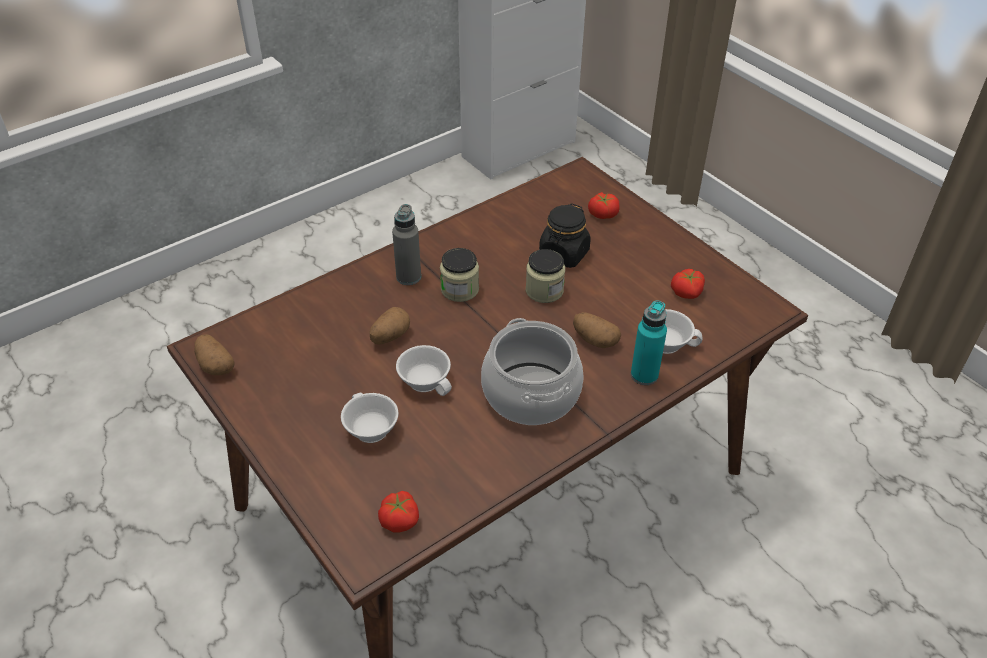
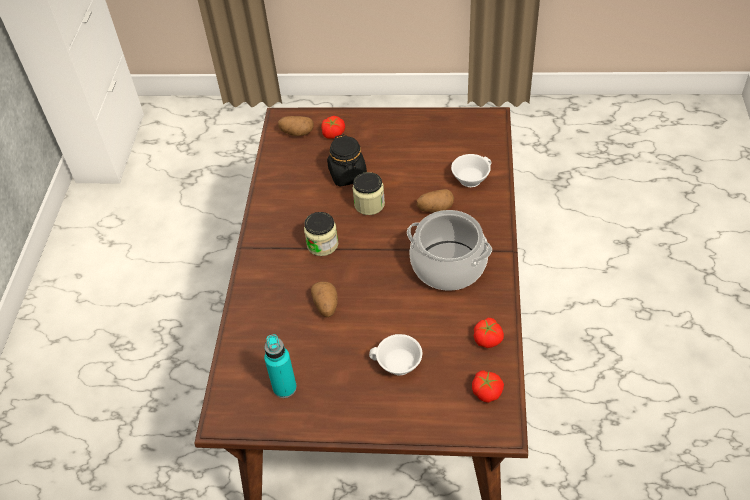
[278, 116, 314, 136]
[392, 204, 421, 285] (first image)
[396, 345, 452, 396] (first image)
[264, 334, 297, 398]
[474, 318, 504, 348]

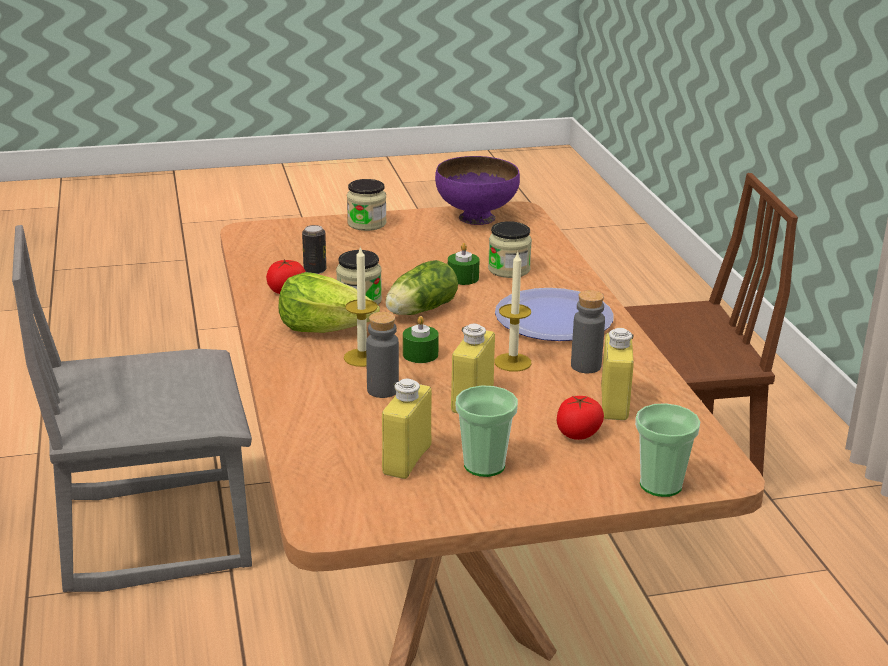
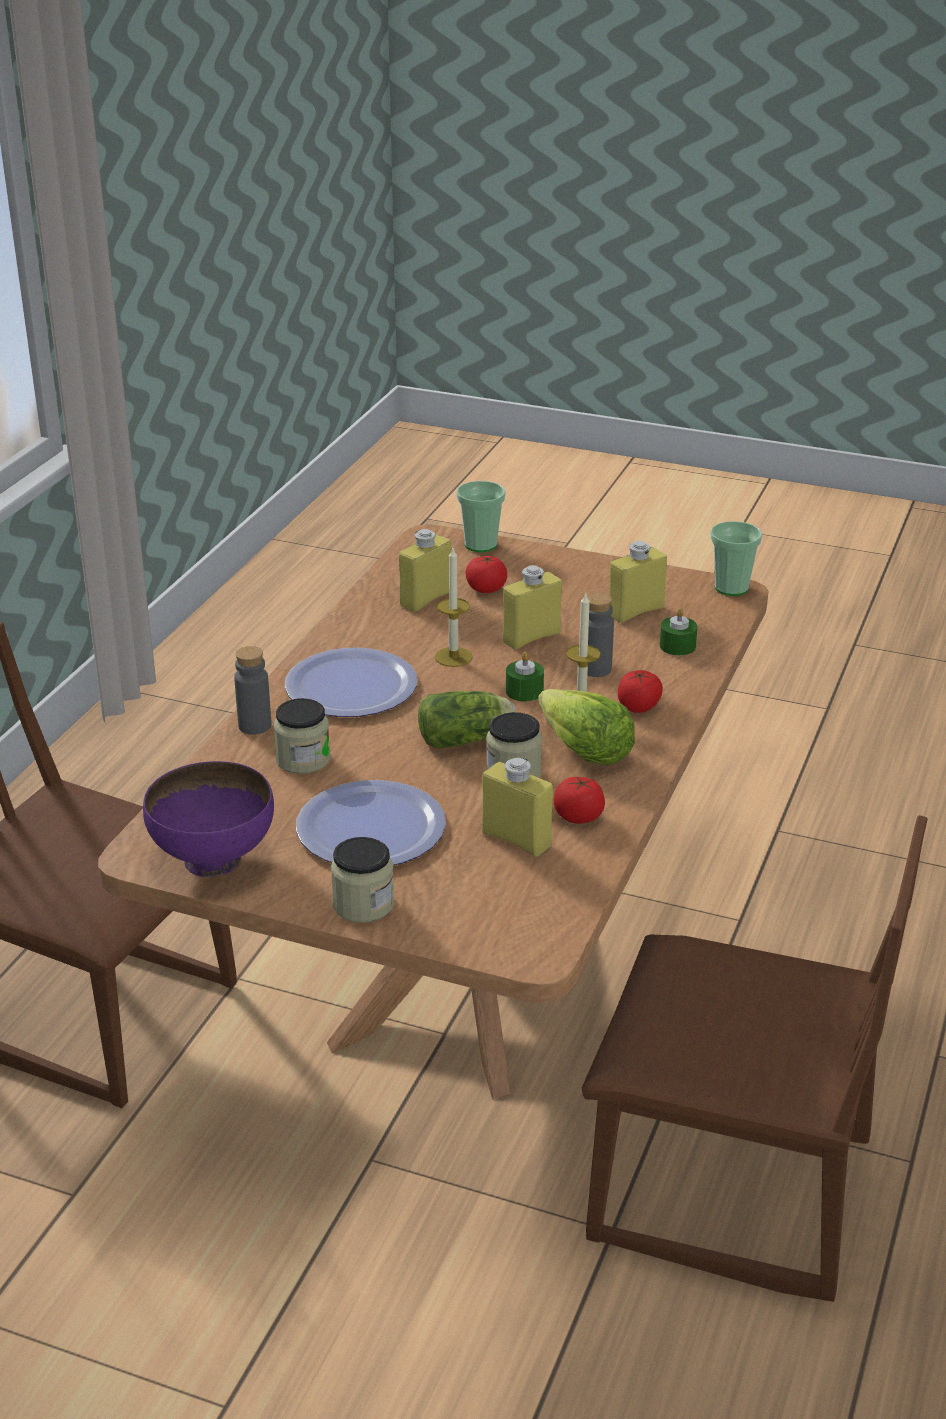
[582, 815, 928, 1302]
[482, 758, 553, 857]
[660, 608, 697, 656]
[710, 521, 762, 596]
[234, 646, 271, 735]
[296, 780, 446, 865]
[618, 670, 663, 713]

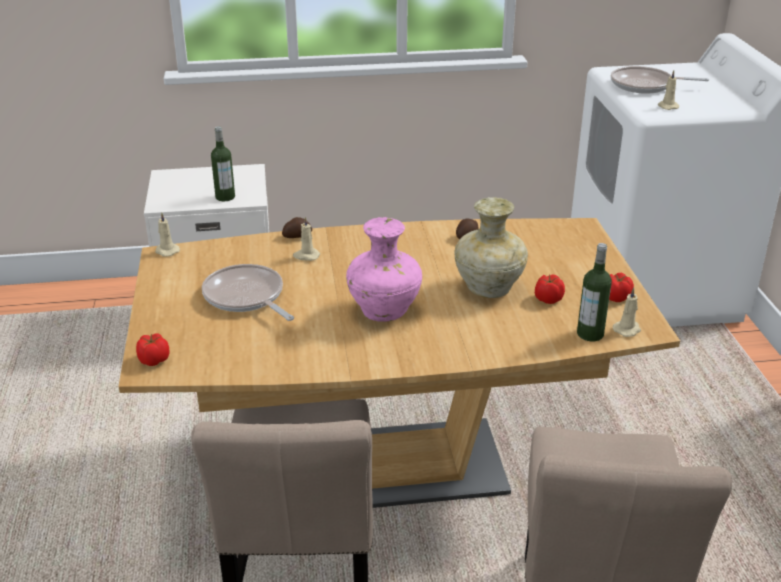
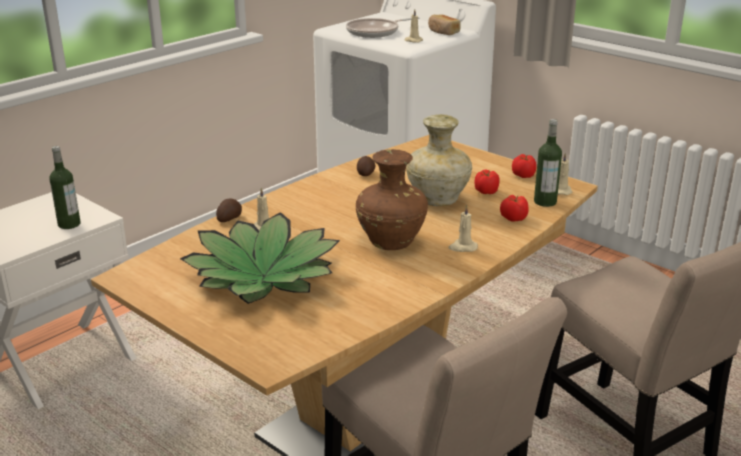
[500, 195, 529, 222]
[448, 205, 478, 252]
[180, 212, 340, 304]
[356, 149, 428, 250]
[428, 15, 461, 35]

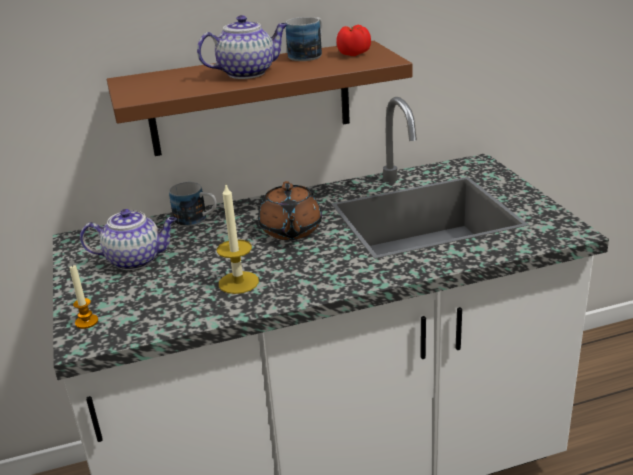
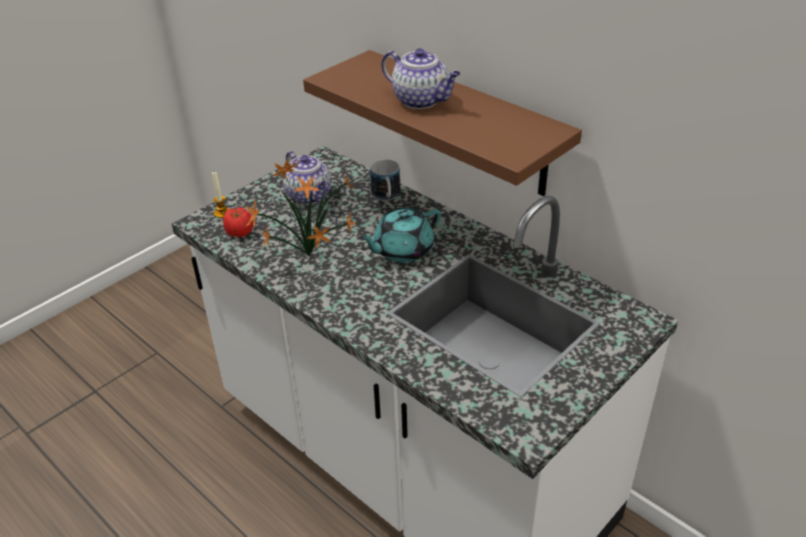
[245, 160, 356, 256]
[359, 207, 441, 262]
[286, 17, 323, 61] (first image)
[223, 207, 253, 237]

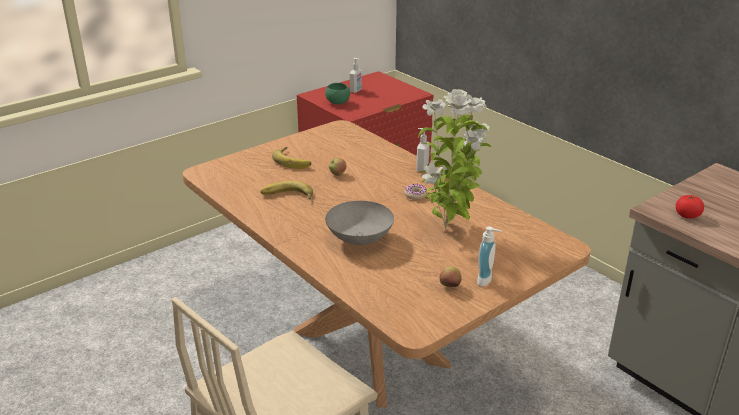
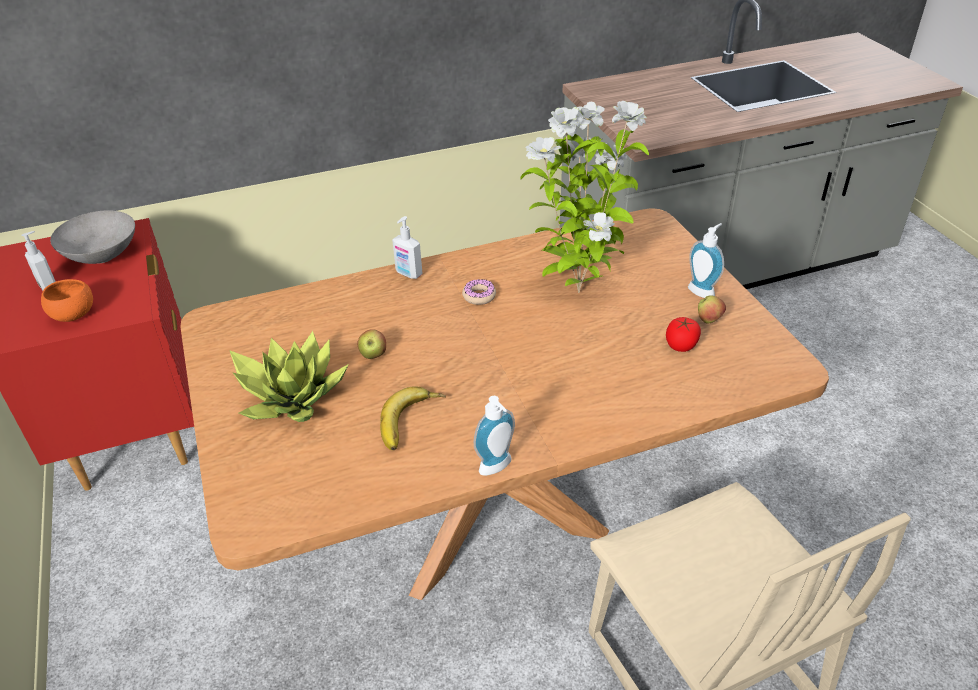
[229, 331, 349, 422]
[41, 279, 93, 322]
[50, 210, 135, 264]
[666, 317, 701, 352]
[474, 396, 515, 476]

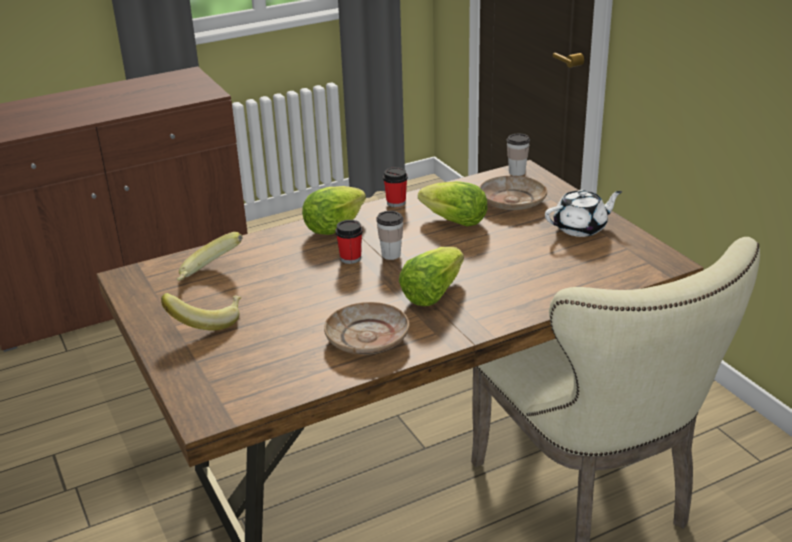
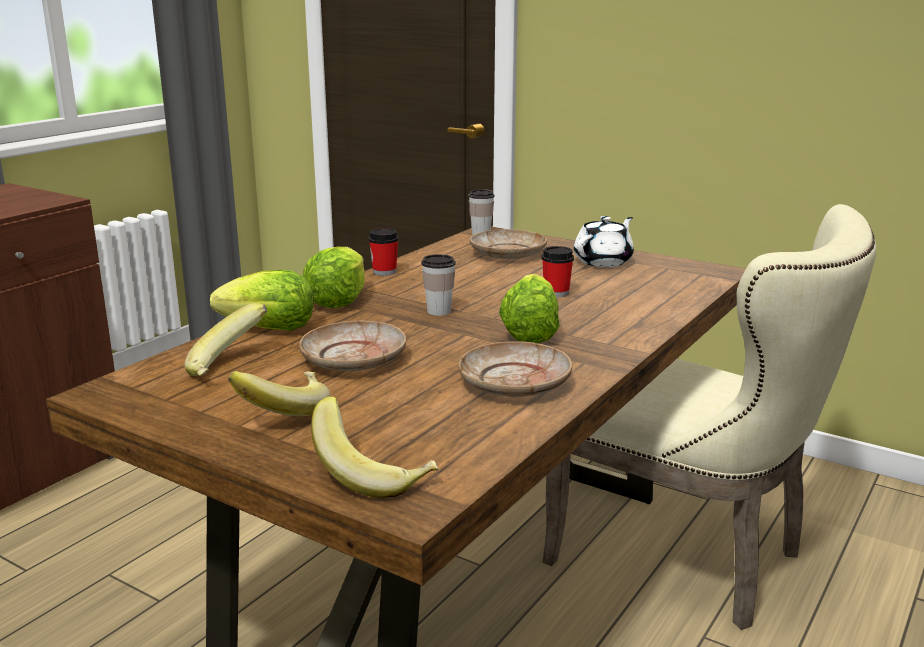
[541, 246, 574, 297]
[210, 270, 314, 331]
[299, 321, 406, 371]
[311, 396, 439, 498]

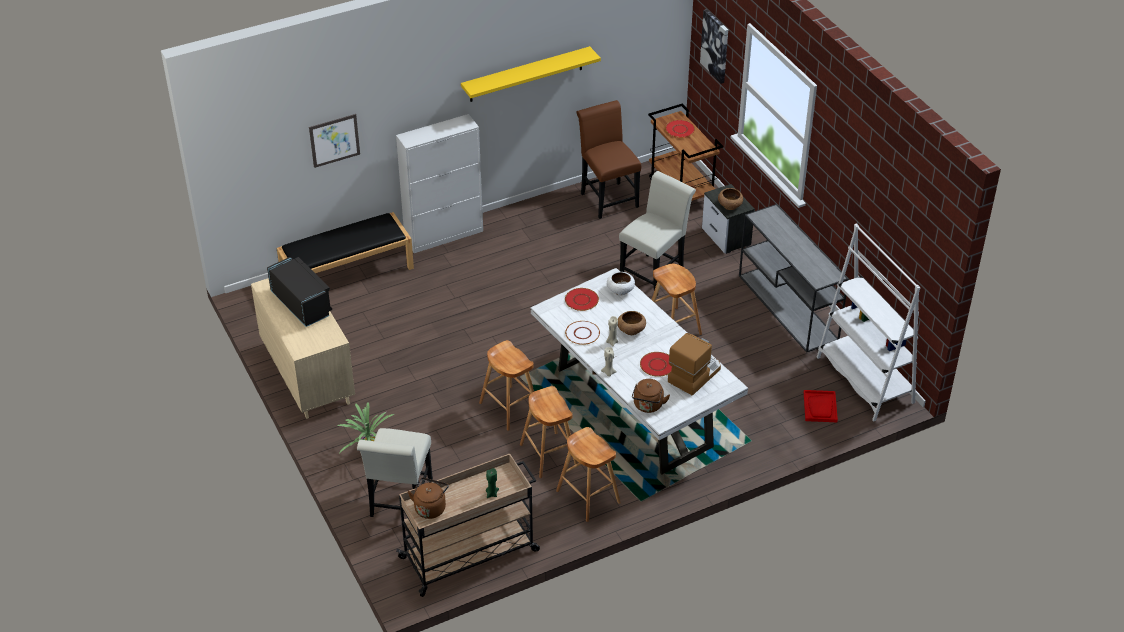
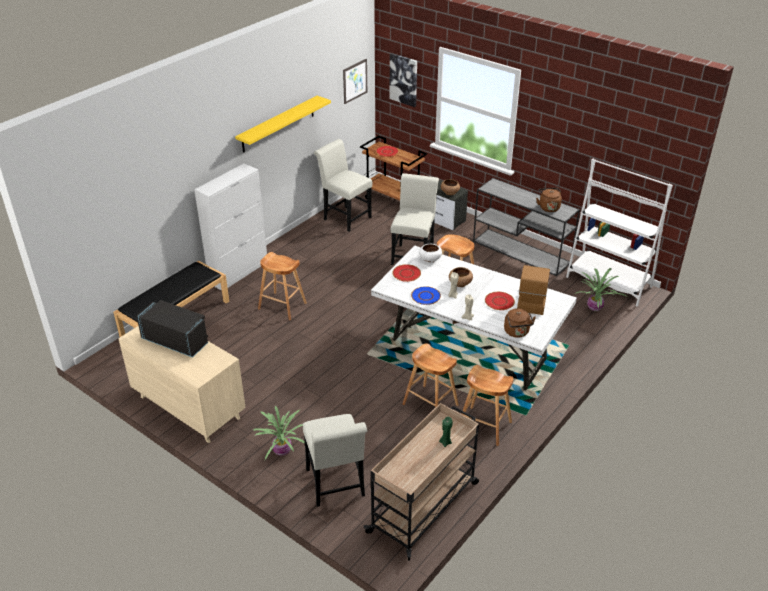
[343, 59, 367, 104]
[536, 188, 562, 212]
[258, 252, 307, 320]
[411, 286, 441, 305]
[314, 139, 372, 232]
[575, 268, 627, 311]

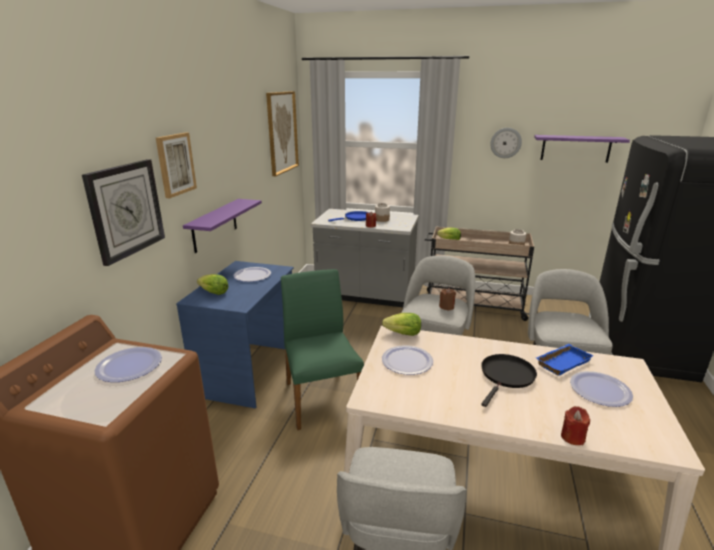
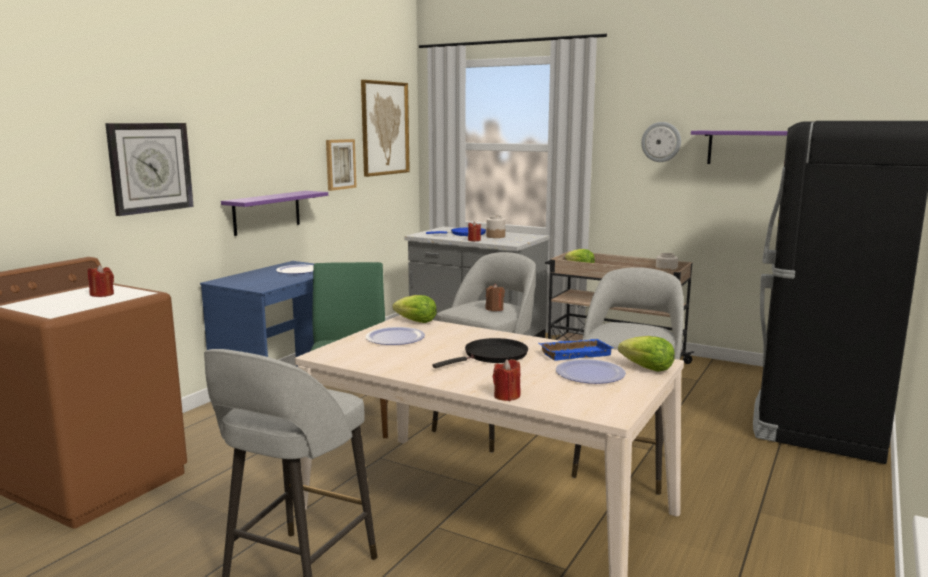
[88, 265, 114, 297]
[326, 139, 357, 191]
[618, 336, 675, 372]

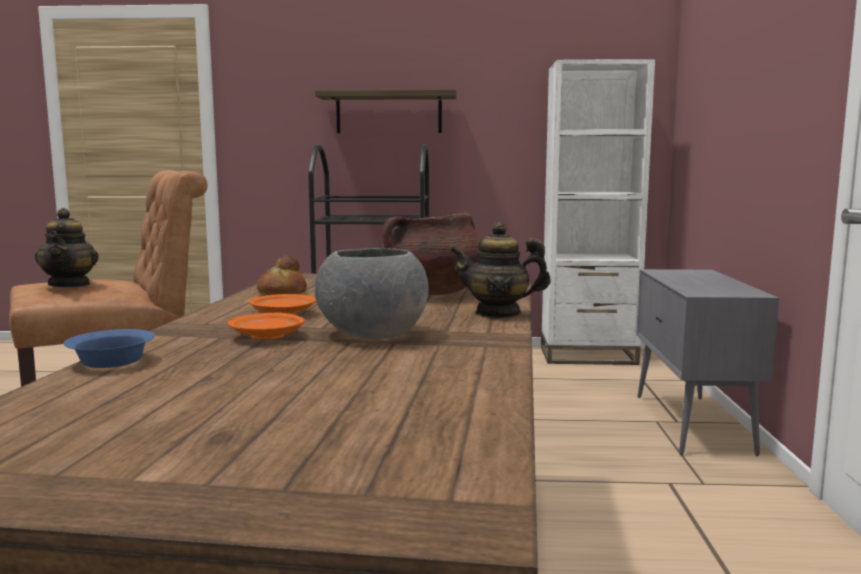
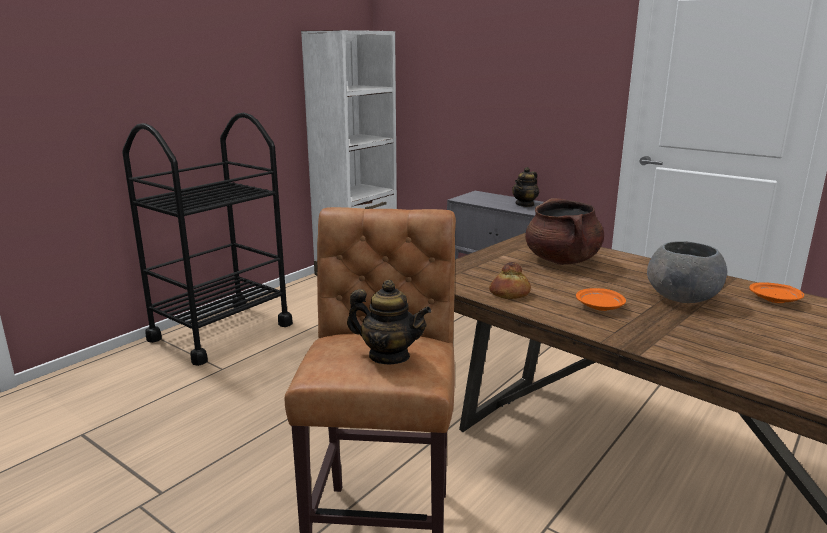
[63, 329, 155, 368] (first image)
[749, 282, 804, 303]
[315, 89, 457, 133] (first image)
[512, 167, 539, 207]

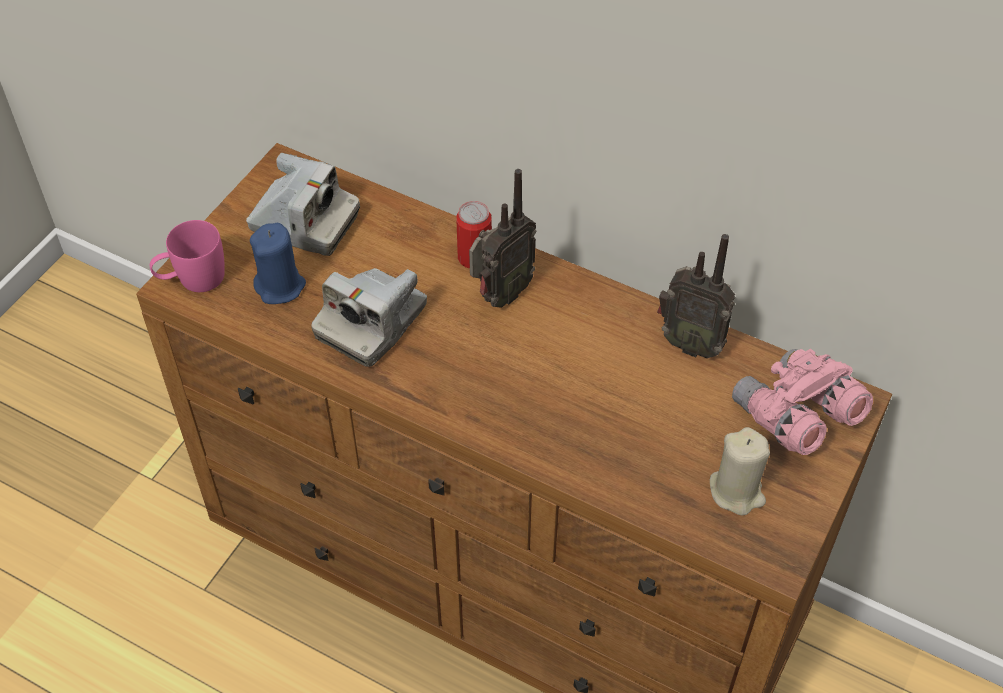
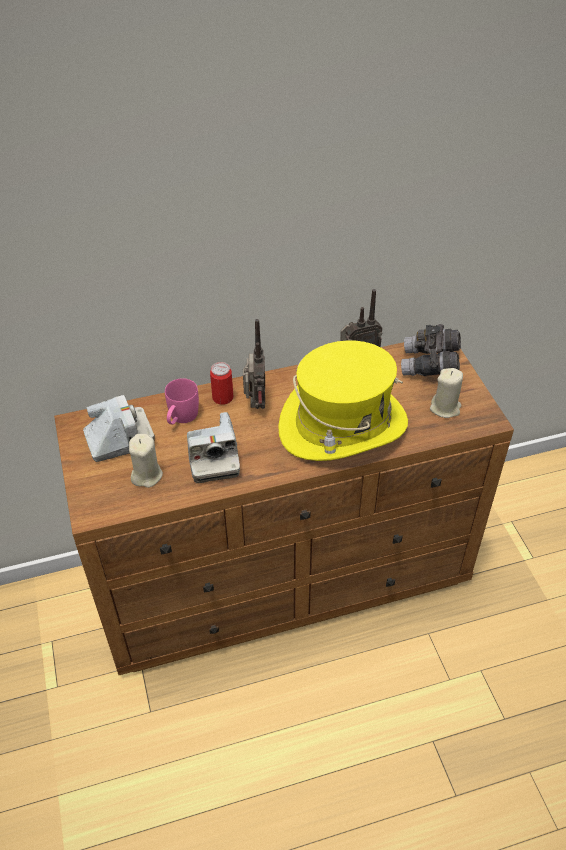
[165, 378, 199, 425]
[129, 434, 163, 488]
[401, 324, 461, 376]
[278, 340, 408, 461]

